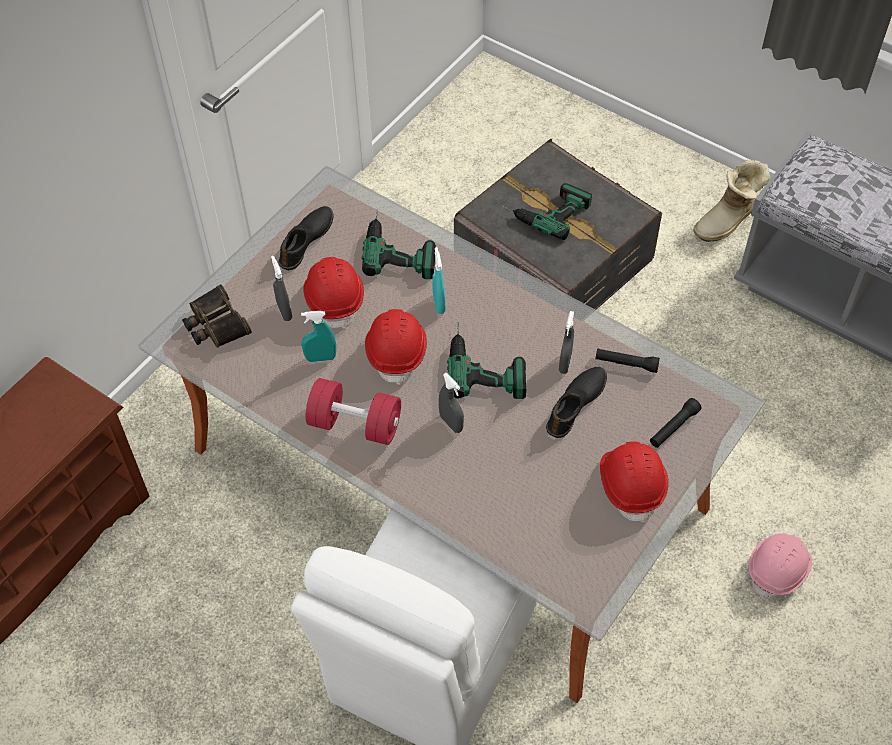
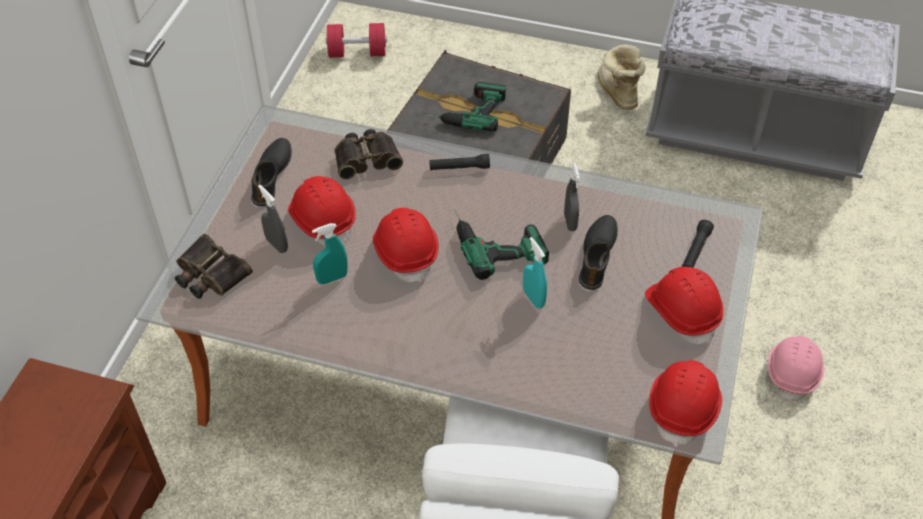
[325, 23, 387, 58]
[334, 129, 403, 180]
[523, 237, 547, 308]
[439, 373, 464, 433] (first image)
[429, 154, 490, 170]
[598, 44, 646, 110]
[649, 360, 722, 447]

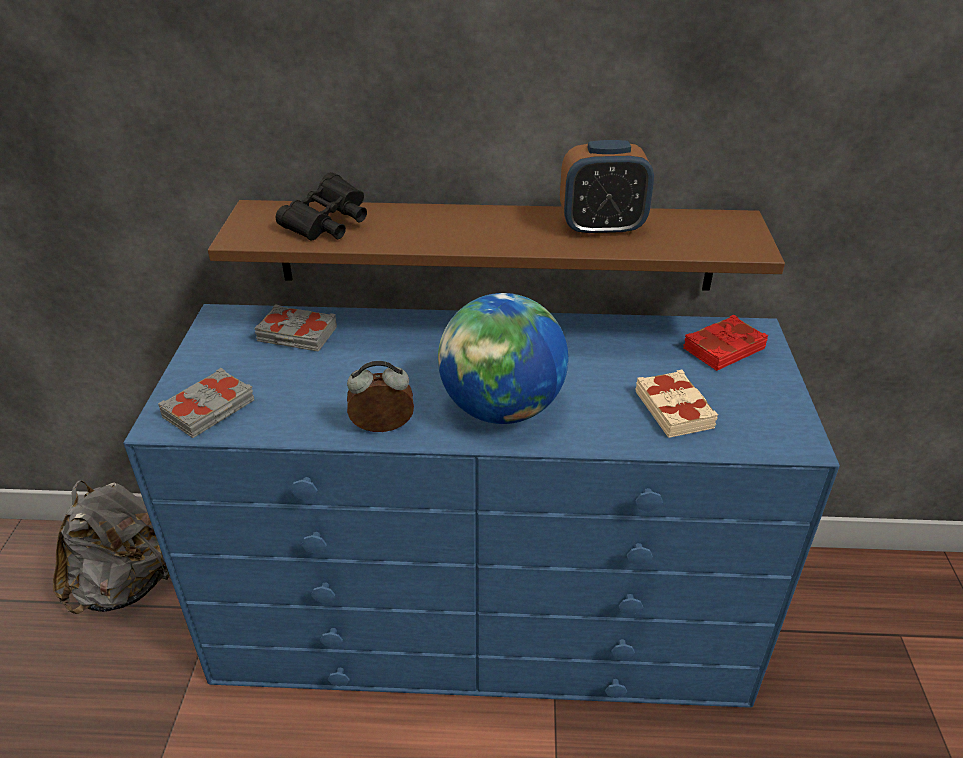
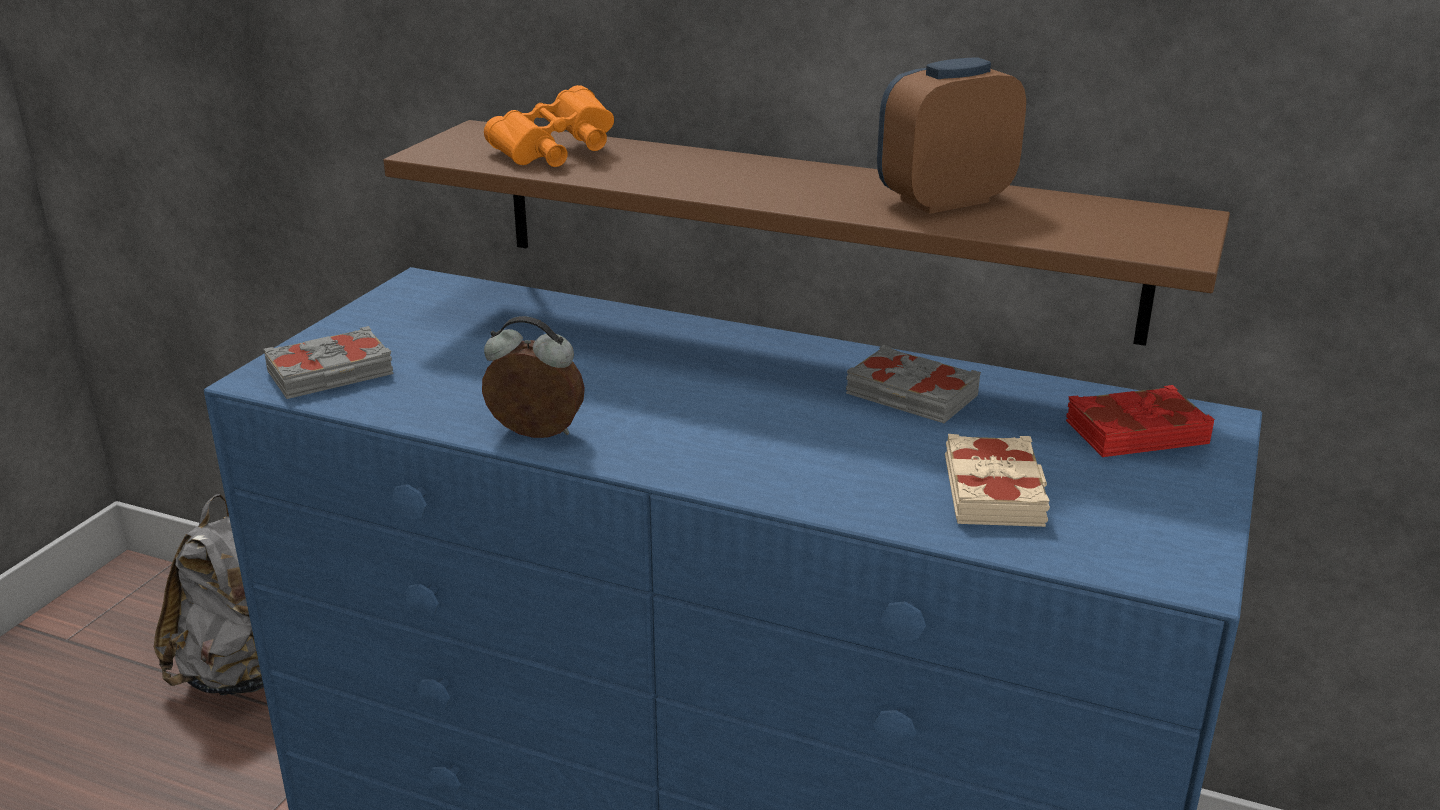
[846, 345, 981, 423]
[484, 85, 614, 167]
[438, 293, 568, 424] (first image)
[877, 57, 1026, 214]

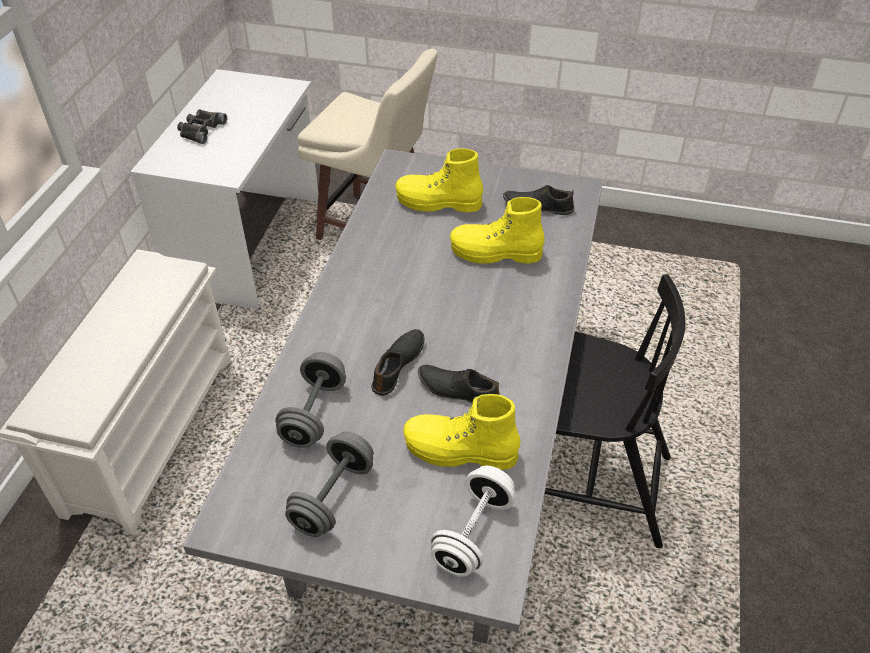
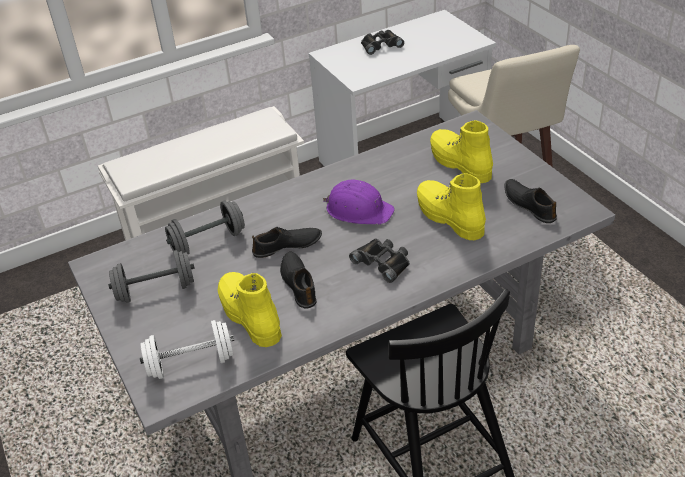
[323, 180, 395, 225]
[349, 239, 410, 283]

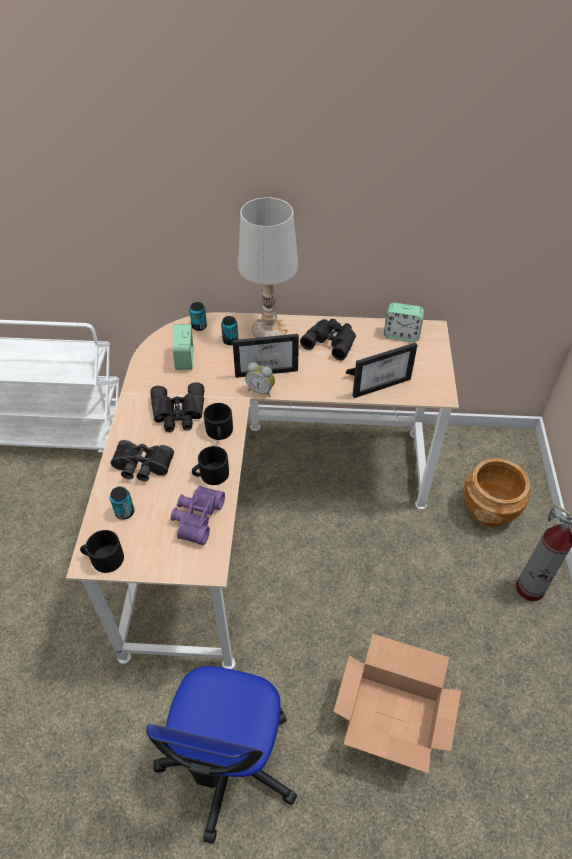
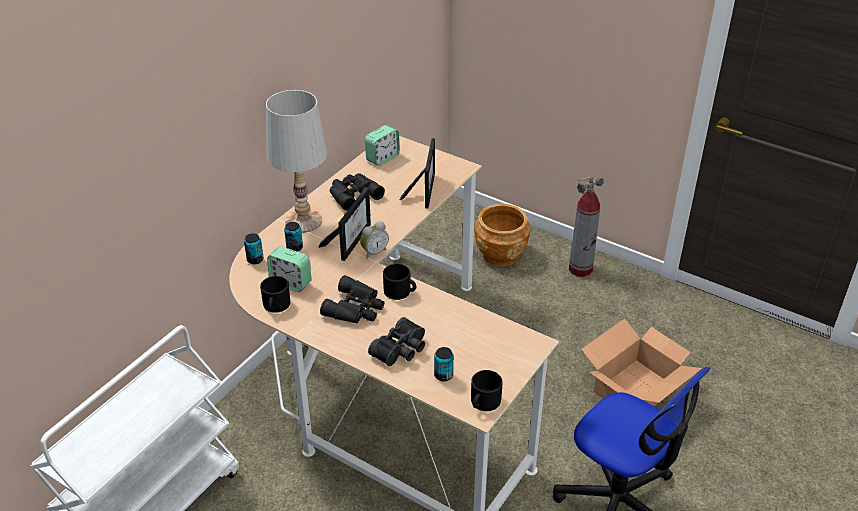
[171, 486, 225, 545] (first image)
[260, 276, 290, 313]

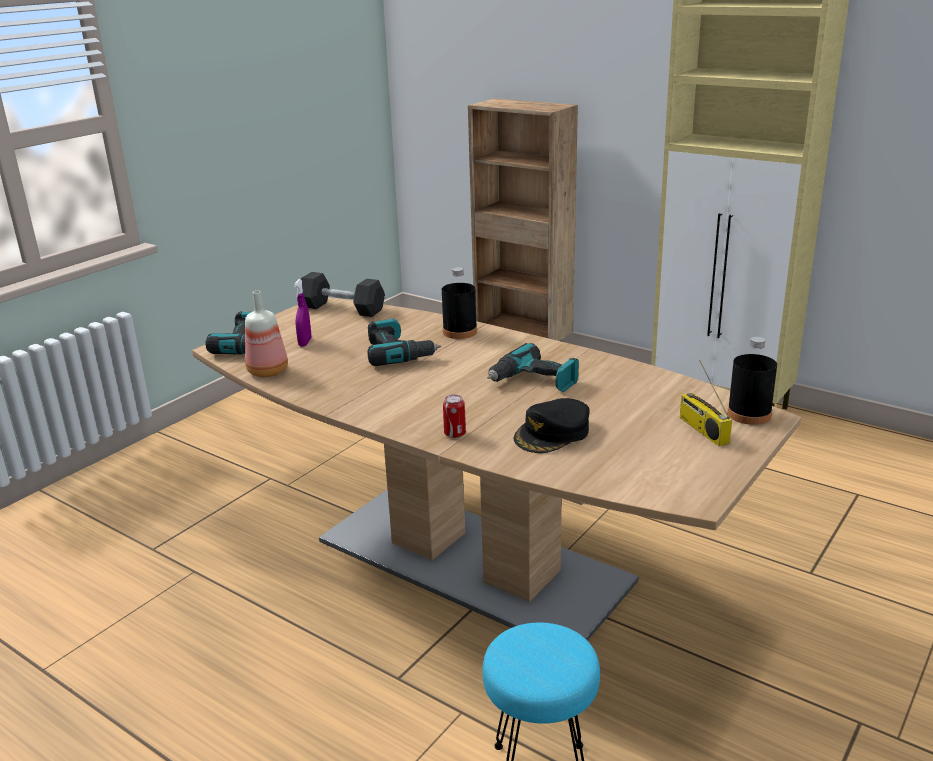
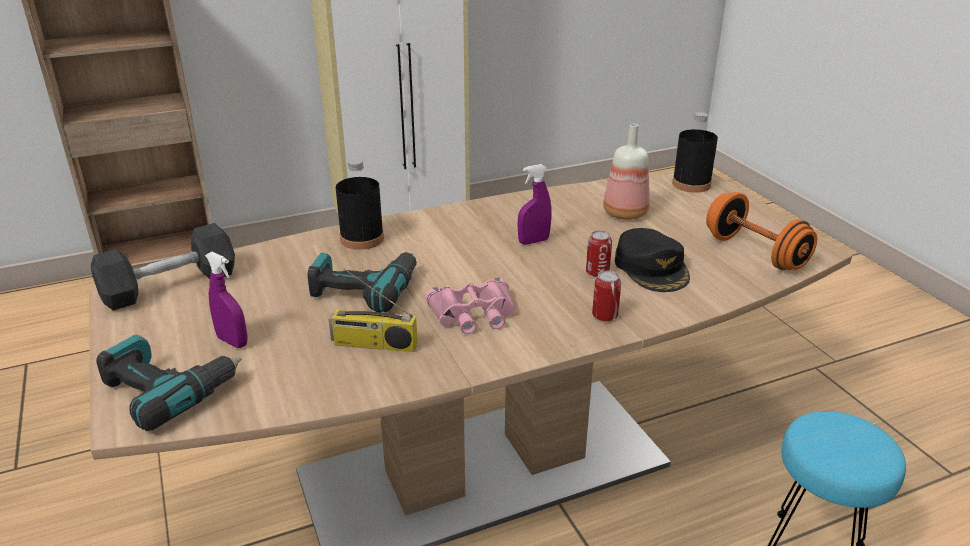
[603, 124, 650, 220]
[517, 164, 551, 245]
[329, 268, 418, 352]
[425, 278, 516, 334]
[586, 230, 612, 277]
[706, 192, 817, 270]

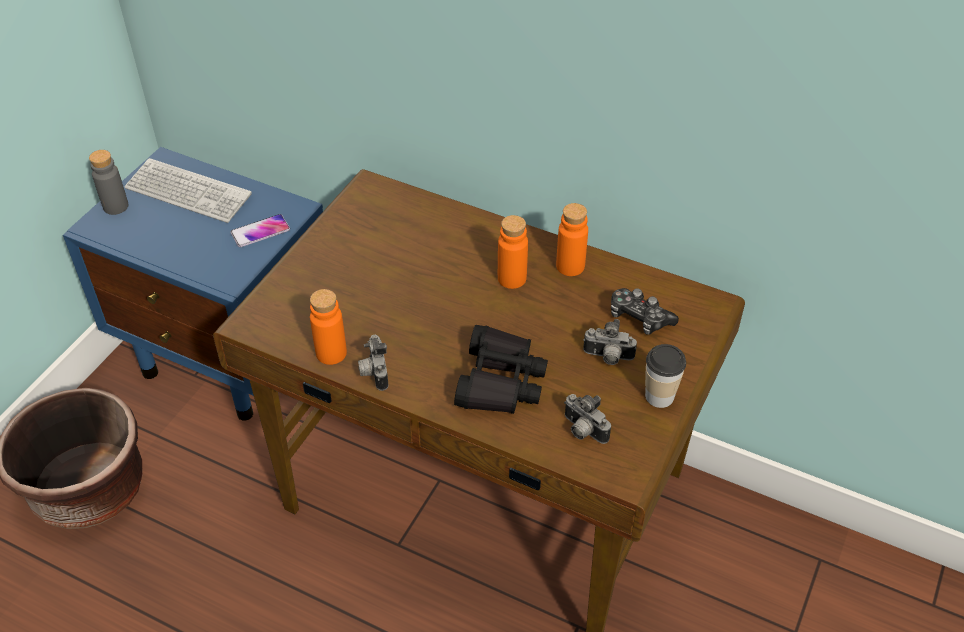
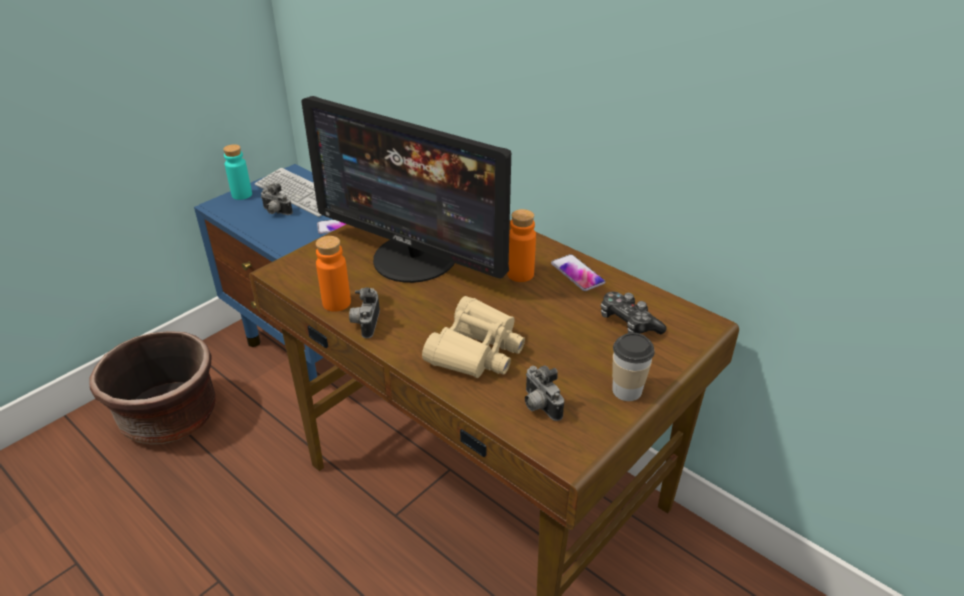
[223, 144, 252, 200]
[422, 296, 525, 378]
[551, 254, 605, 291]
[261, 183, 293, 215]
[301, 96, 511, 283]

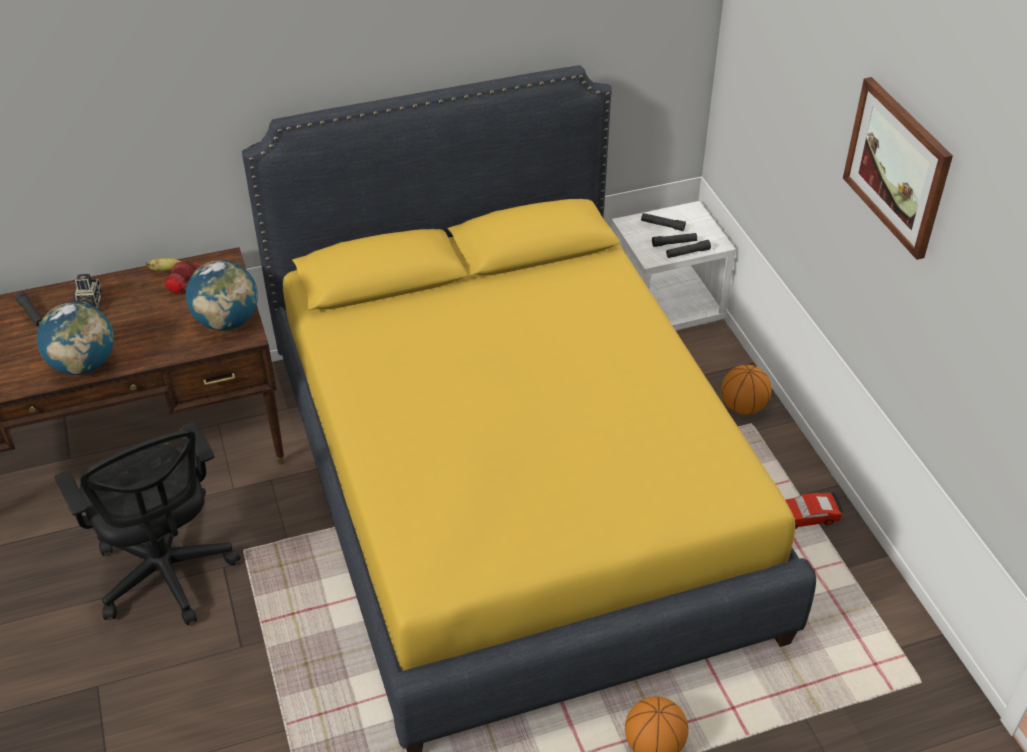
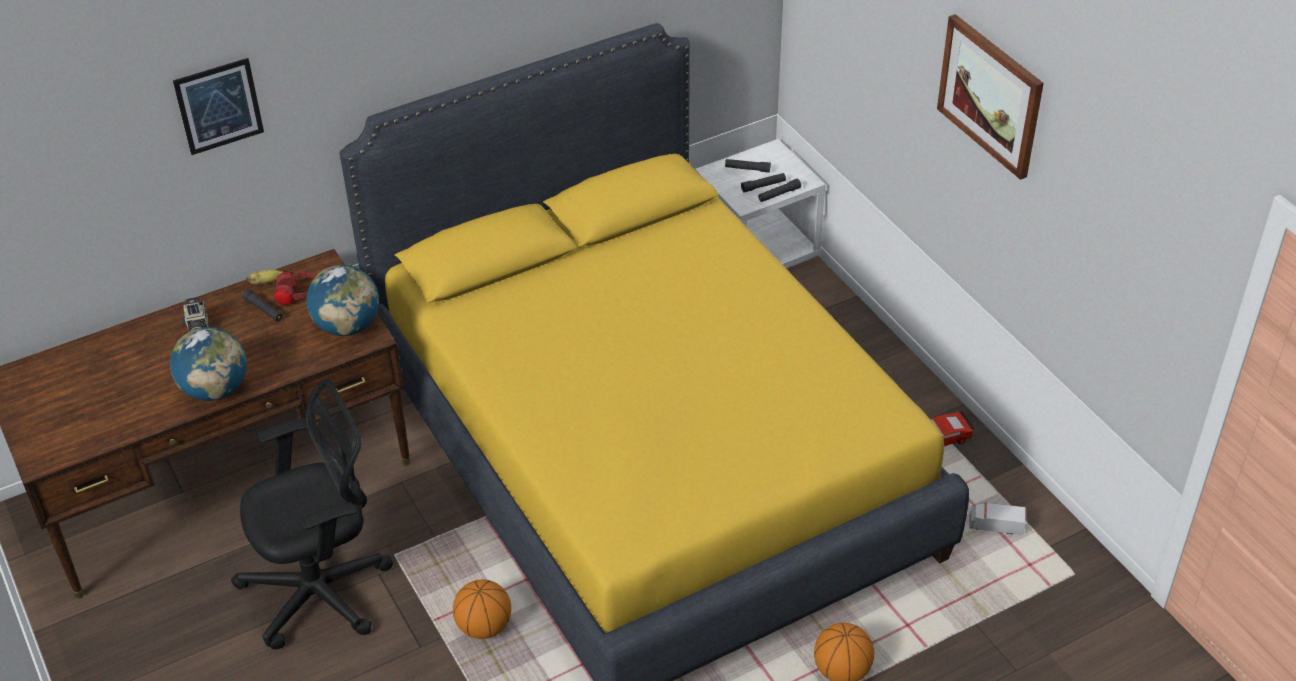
[243, 289, 283, 322]
[231, 378, 393, 650]
[453, 579, 511, 639]
[173, 58, 264, 155]
[969, 502, 1026, 535]

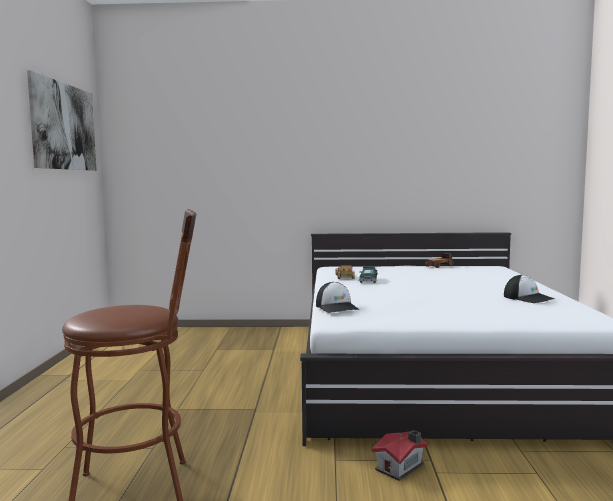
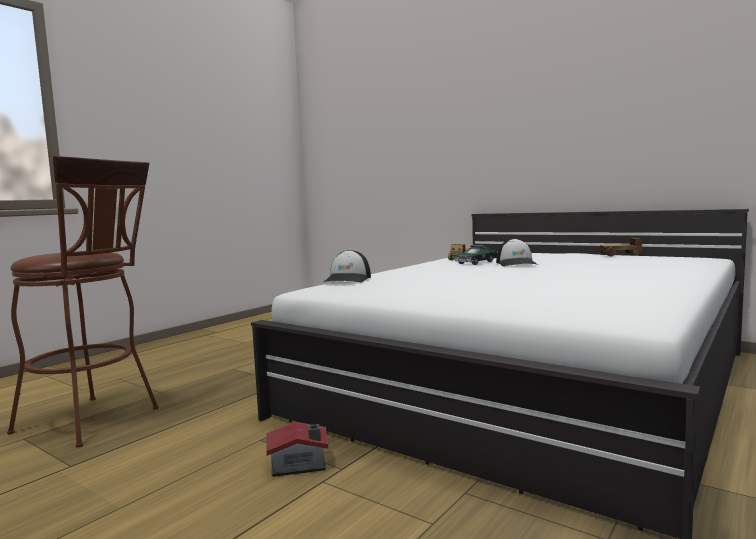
[27, 71, 97, 171] (first image)
[496, 238, 538, 266]

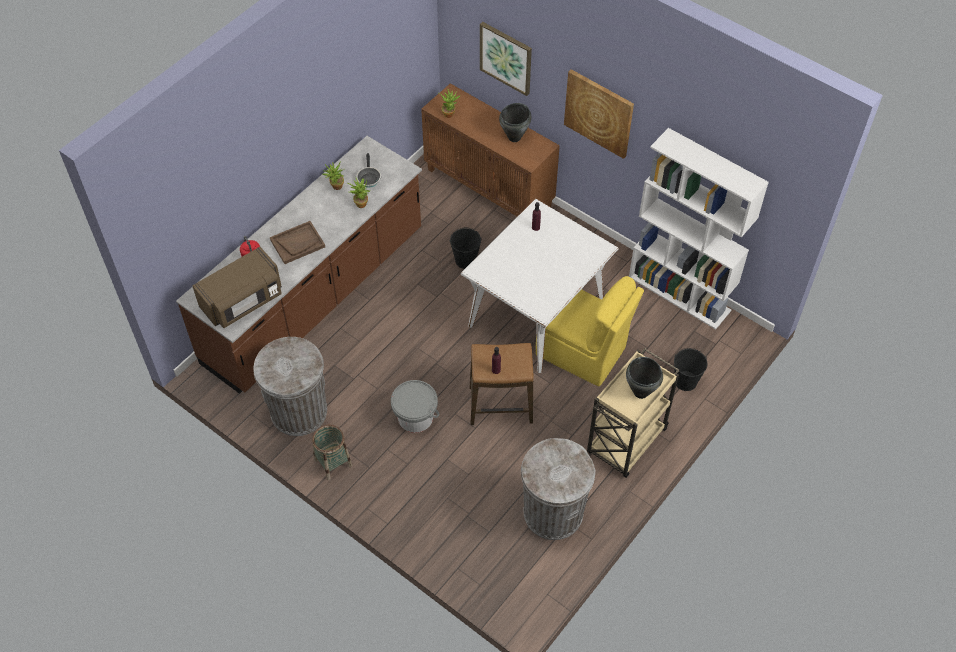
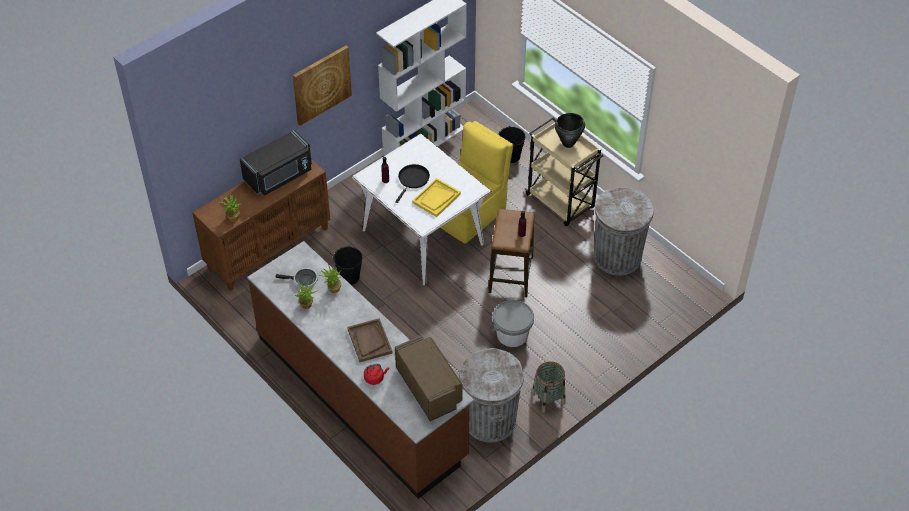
[480, 22, 532, 96] (first image)
[240, 130, 312, 195]
[395, 164, 430, 203]
[412, 178, 461, 217]

